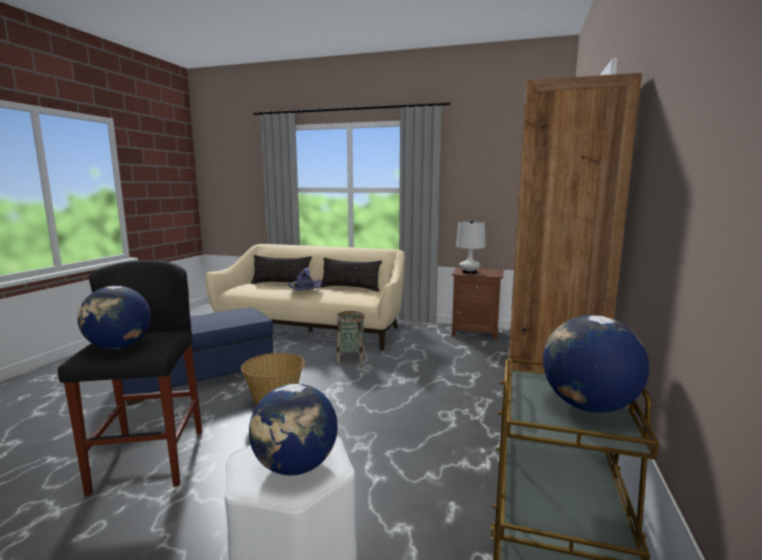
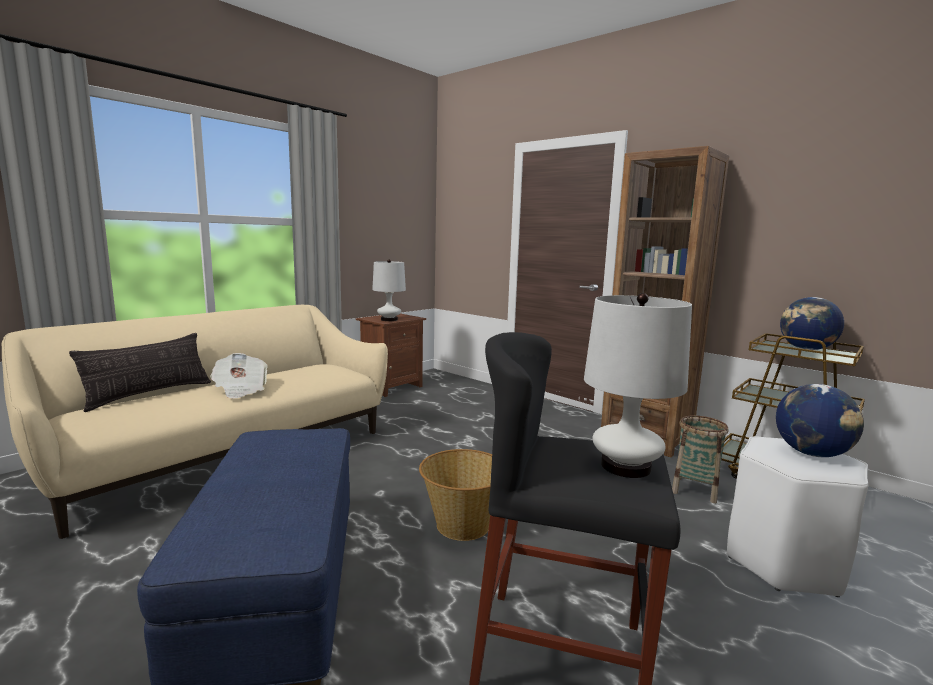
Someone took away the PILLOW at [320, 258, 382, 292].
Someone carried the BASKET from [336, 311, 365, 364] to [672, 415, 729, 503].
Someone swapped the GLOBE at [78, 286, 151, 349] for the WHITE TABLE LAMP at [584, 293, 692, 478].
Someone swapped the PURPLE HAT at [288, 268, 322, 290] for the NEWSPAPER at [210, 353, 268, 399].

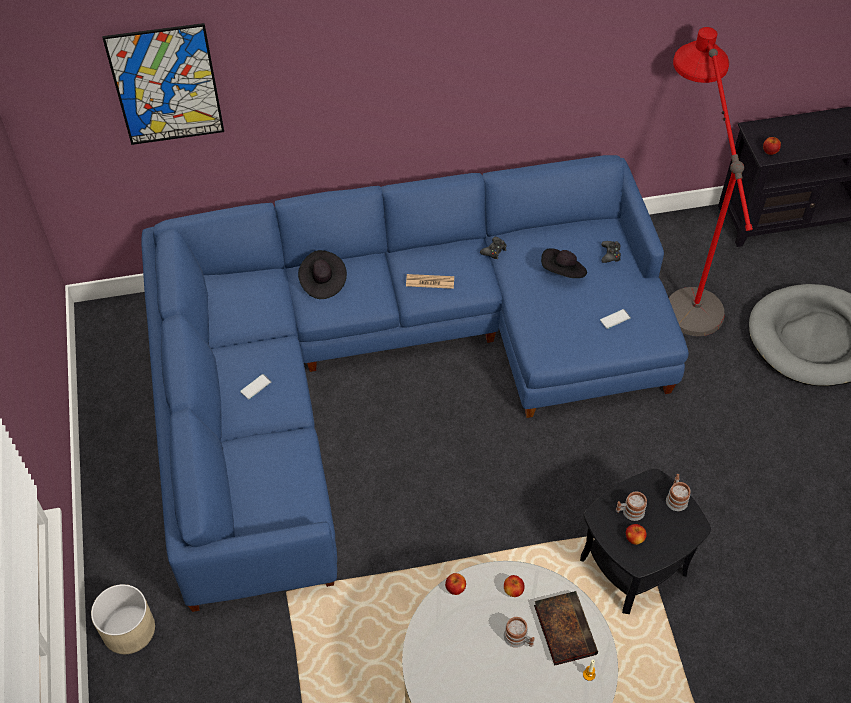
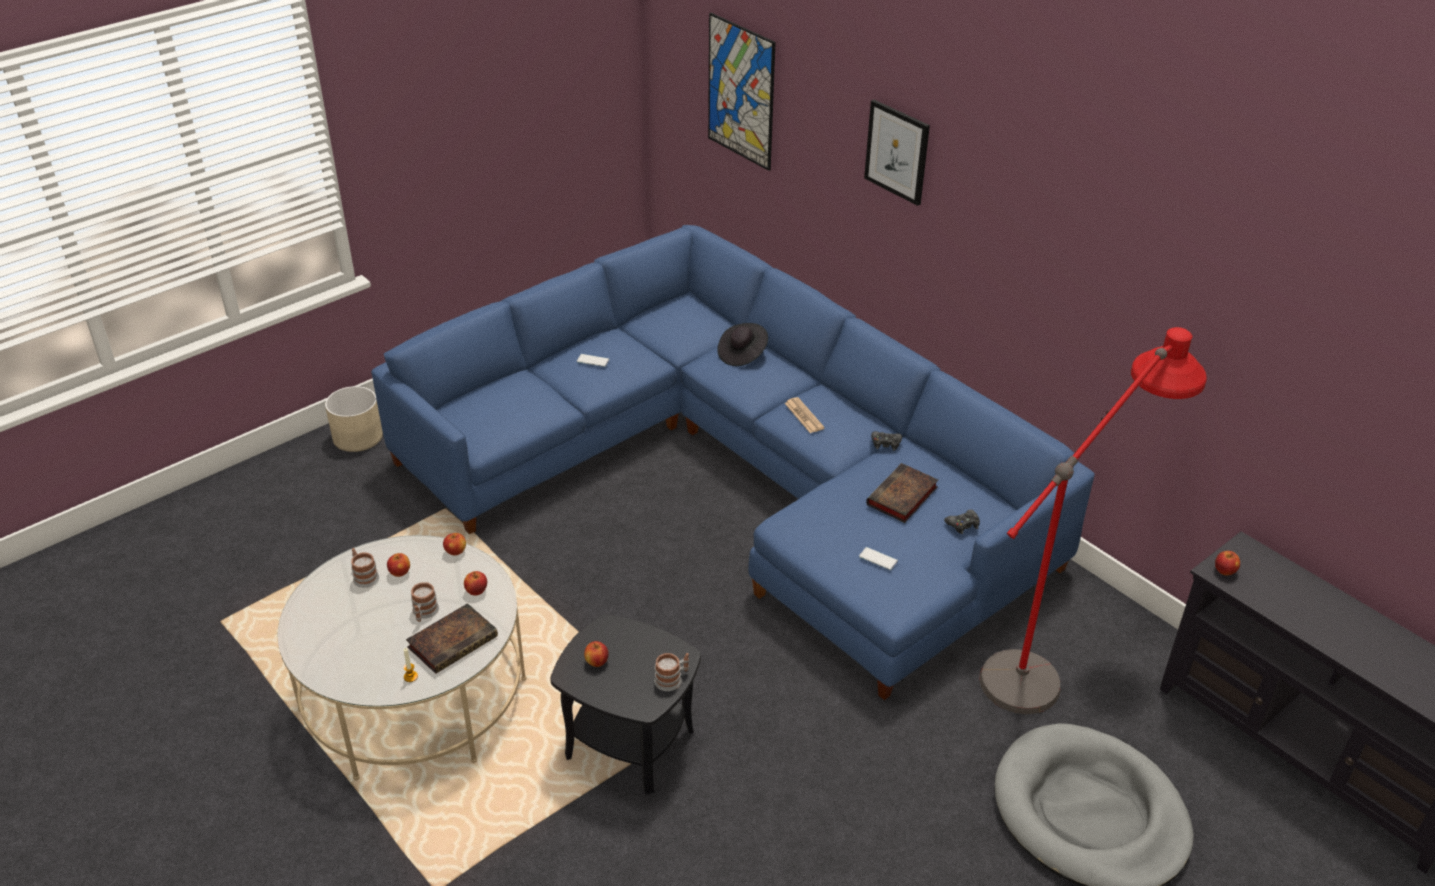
Someone put down the APPLE at [387, 553, 410, 577].
Someone put up the PICTURE at [864, 100, 930, 206].
Someone carried the MUG from [616, 492, 647, 521] to [351, 548, 379, 588].
Someone swapped the BLACK HAT at [541, 248, 587, 278] for the BOOK at [866, 463, 938, 523].

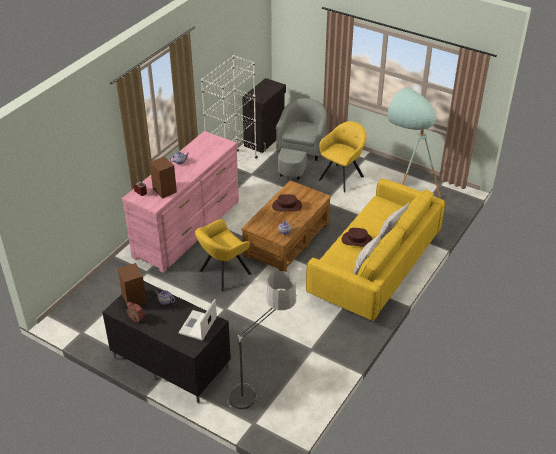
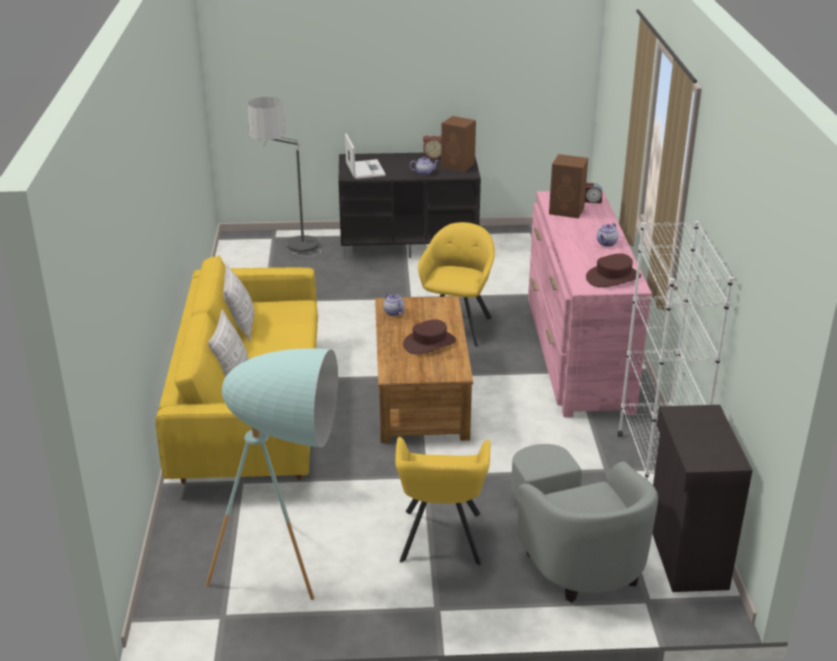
Someone carried the BROWN HAT from [342, 228, 373, 247] to [586, 253, 641, 287].

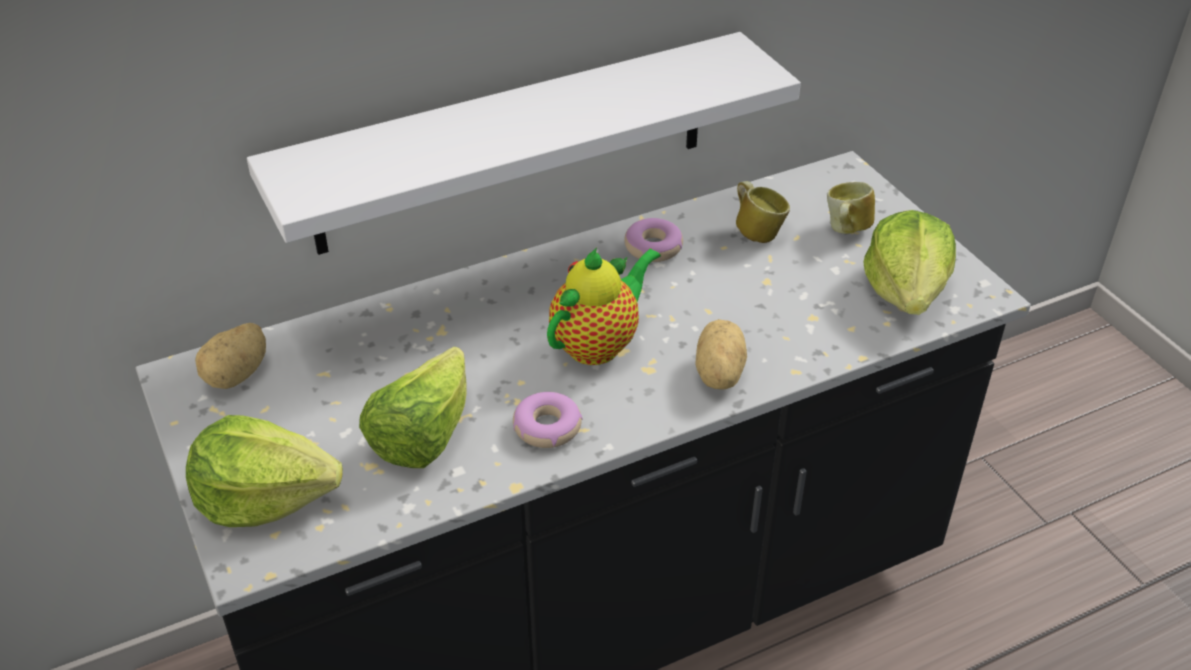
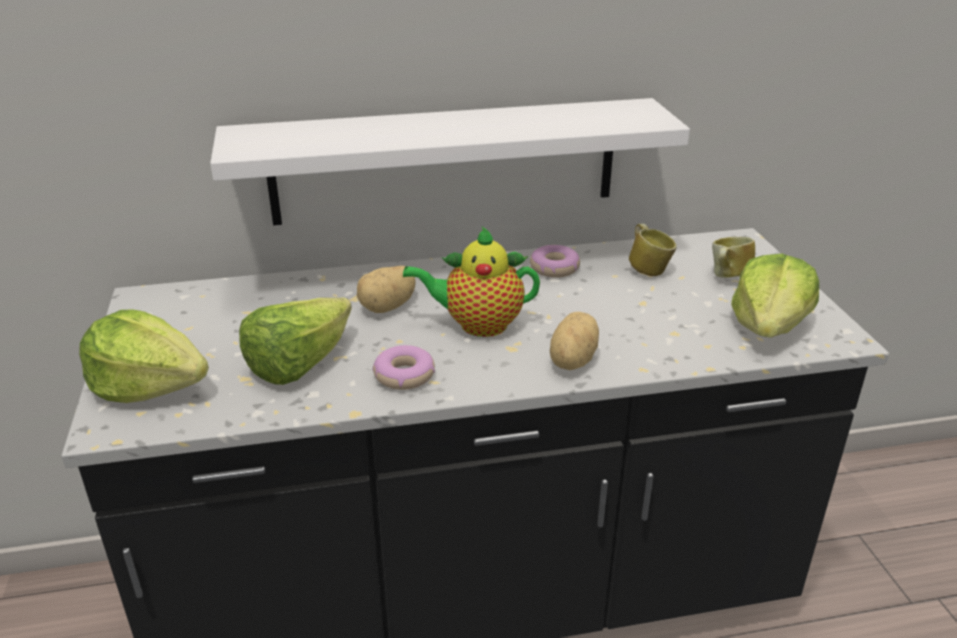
Someone carried the POTATO from [195, 323, 266, 389] to [357, 266, 416, 313].
Someone rotated the TEAPOT at [547, 248, 661, 365] by 150 degrees counterclockwise.

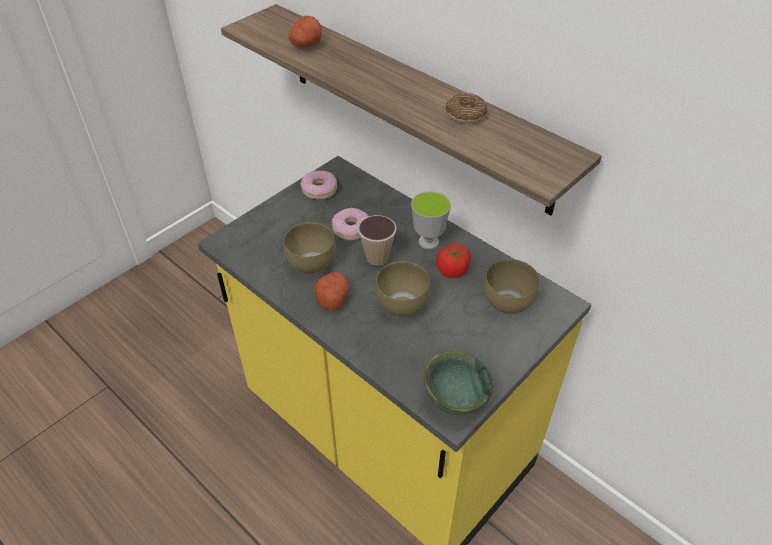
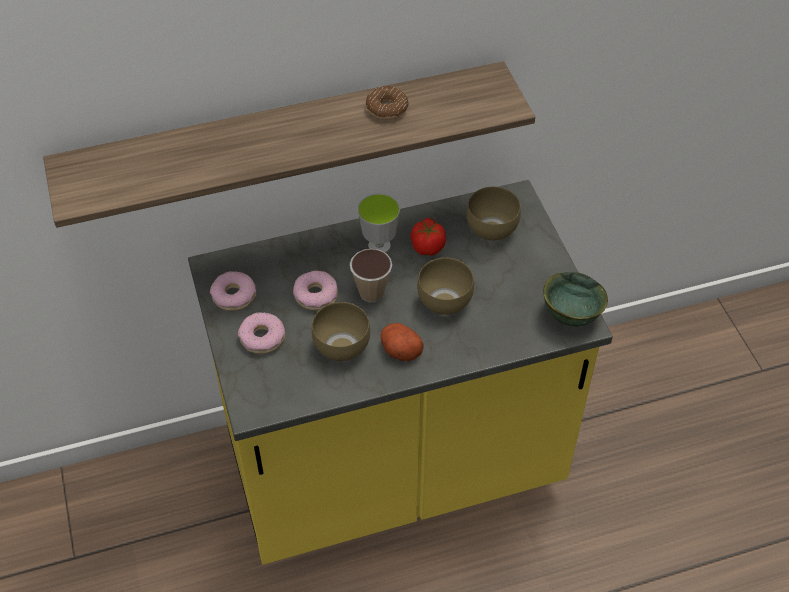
Someone took away the POTATO at [288, 16, 322, 48].
Someone put down the DONUT at [238, 312, 285, 354].

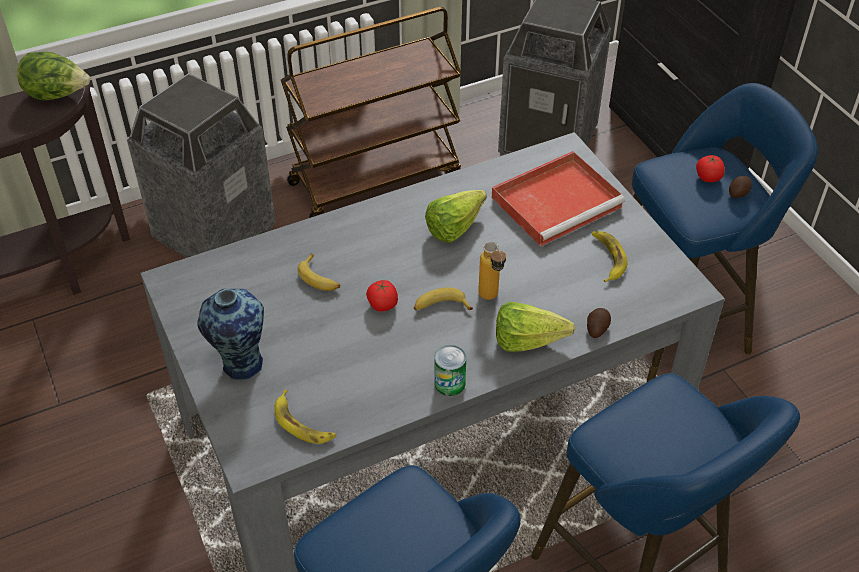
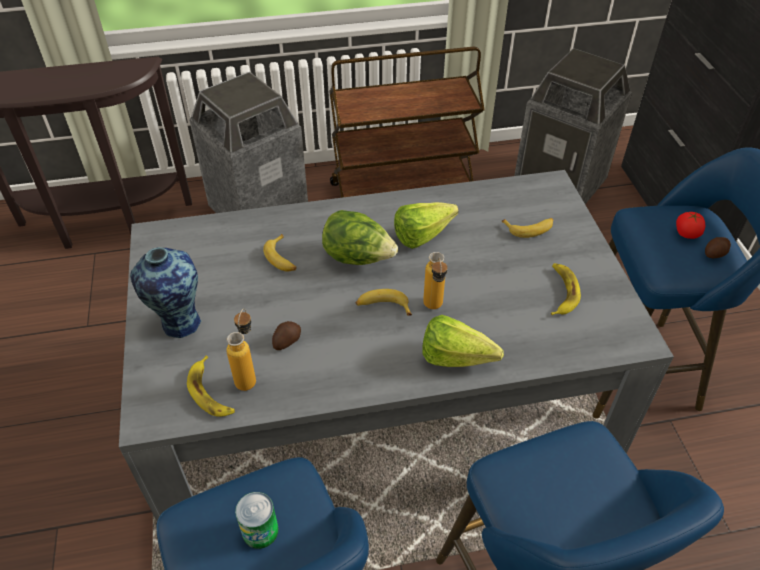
Someone took away the TOMATO at [366, 280, 398, 311].
Someone put down the BOTTLE at [227, 308, 256, 391].
Someone carried the LETTUCE from [17, 52, 90, 100] to [322, 210, 398, 265].
Someone carried the CAN from [434, 345, 466, 396] to [235, 492, 279, 549].
Someone carried the POTATO from [587, 308, 611, 338] to [272, 321, 301, 350].
Someone swapped the RED TRAY at [492, 151, 625, 246] for the BANANA at [501, 218, 553, 238].

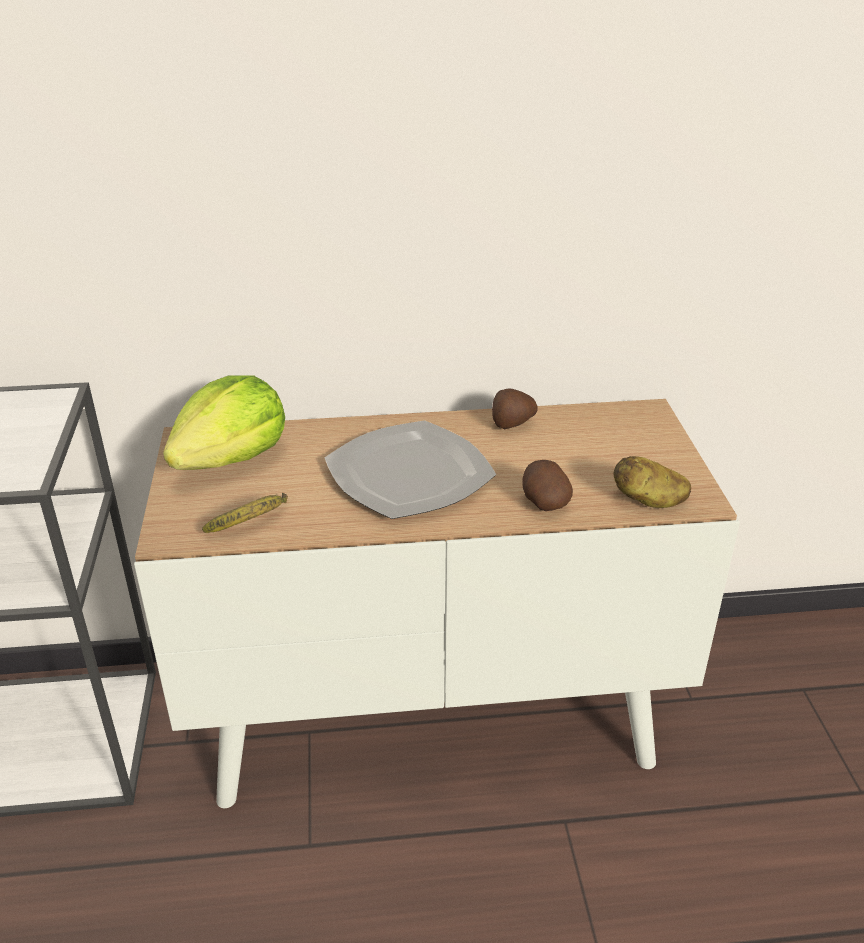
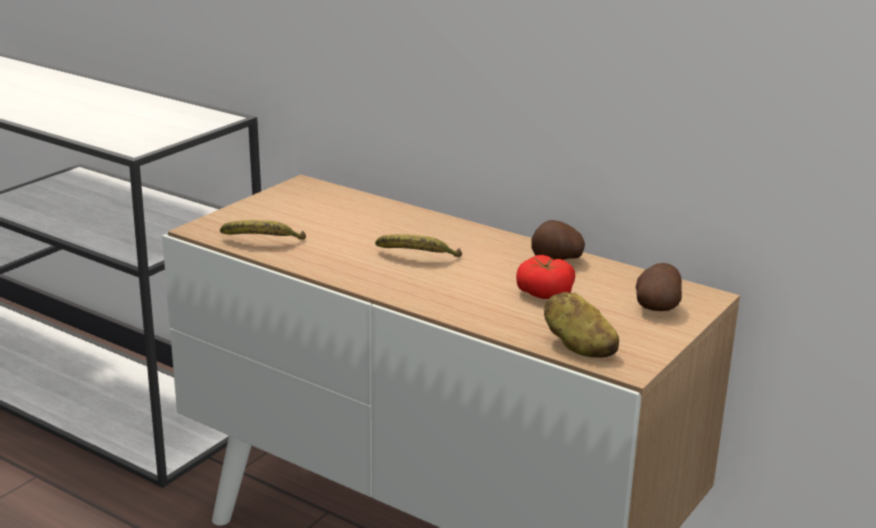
Someone took away the LETTUCE at [163, 376, 285, 470].
Someone put down the TOMATO at [516, 255, 575, 299].
Someone carried the POTATO from [522, 460, 573, 511] to [636, 263, 682, 311].
Someone swapped the PLATE at [325, 420, 496, 519] for the BANANA at [375, 234, 462, 257].

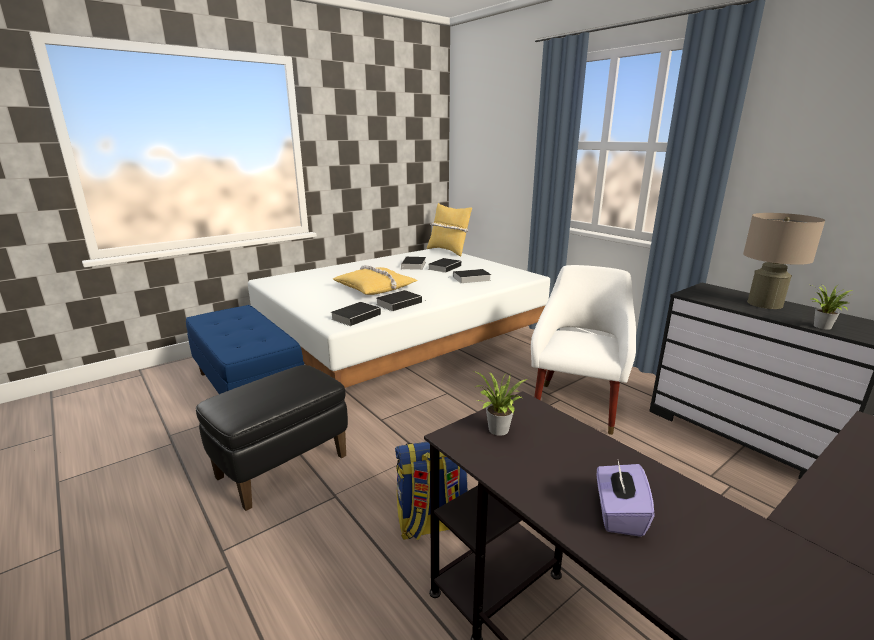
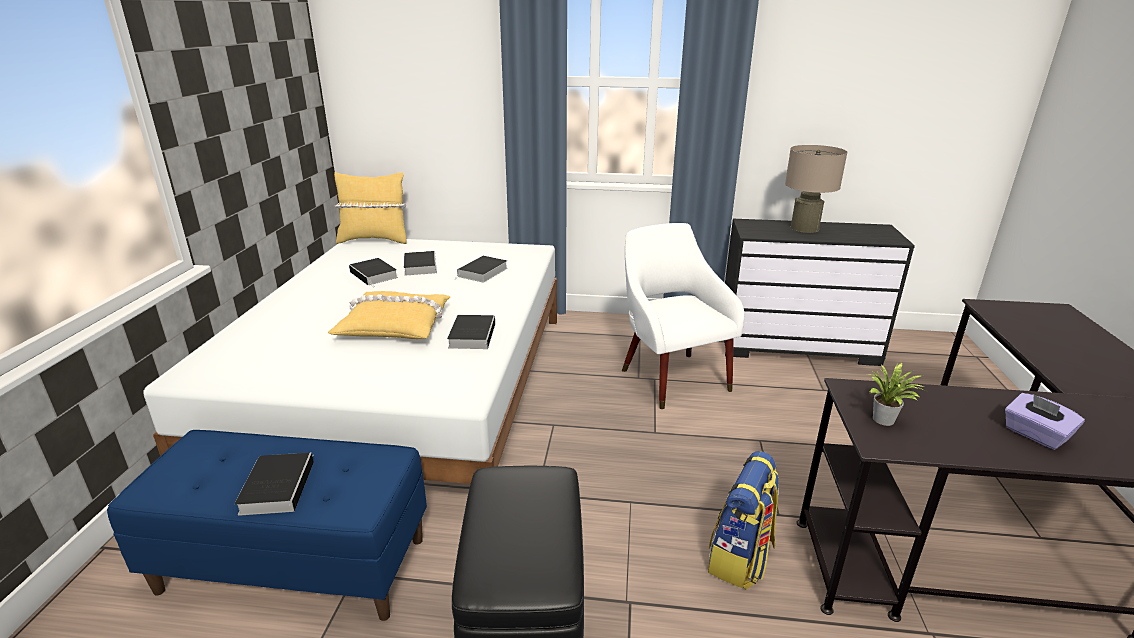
Someone took away the POTTED PLANT at [811, 285, 853, 330].
Someone carried the BOOK from [331, 302, 381, 326] to [235, 453, 314, 516].

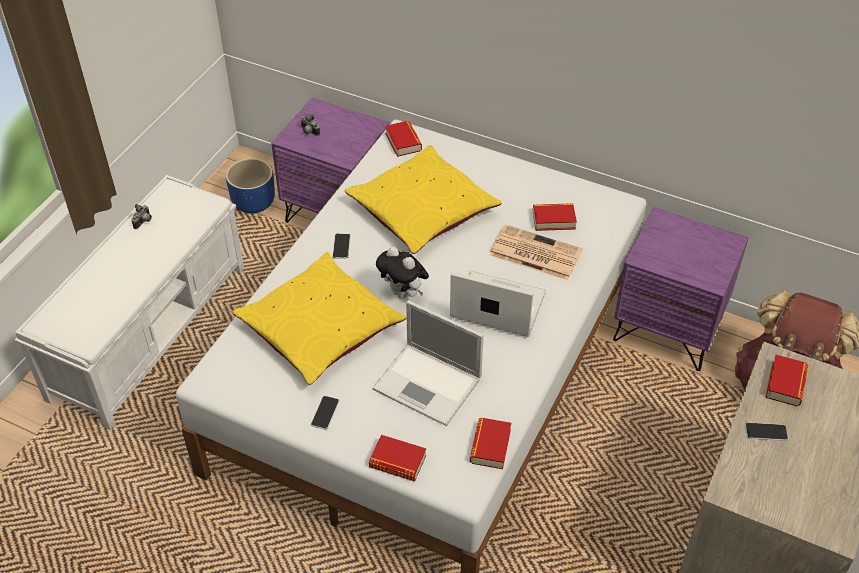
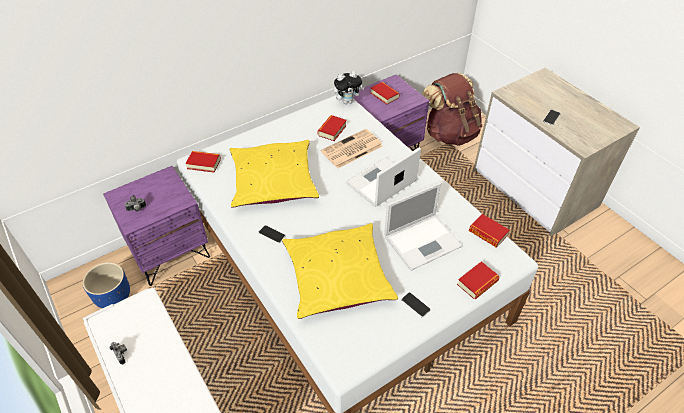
Someone carried the PLUSH TOY from [376, 246, 429, 299] to [333, 71, 365, 104].
Someone carried the BOOK from [765, 355, 808, 406] to [371, 82, 400, 105].

